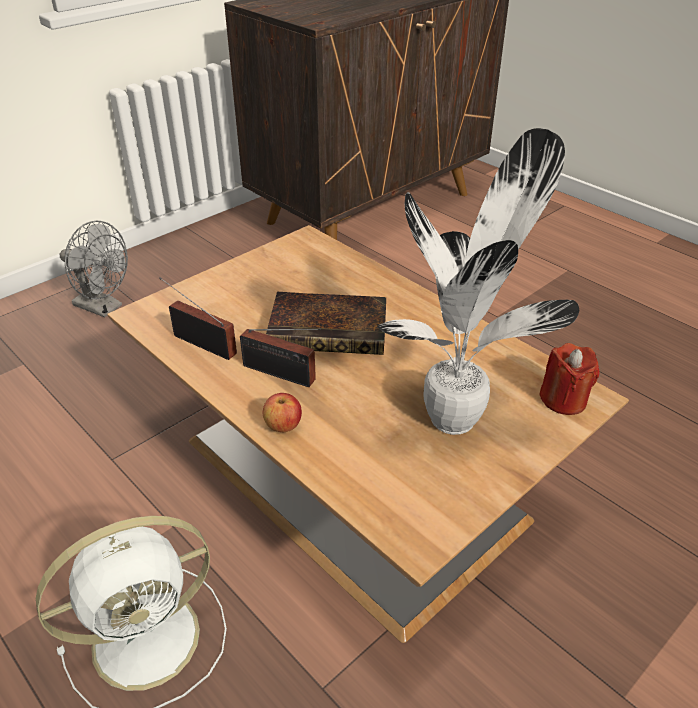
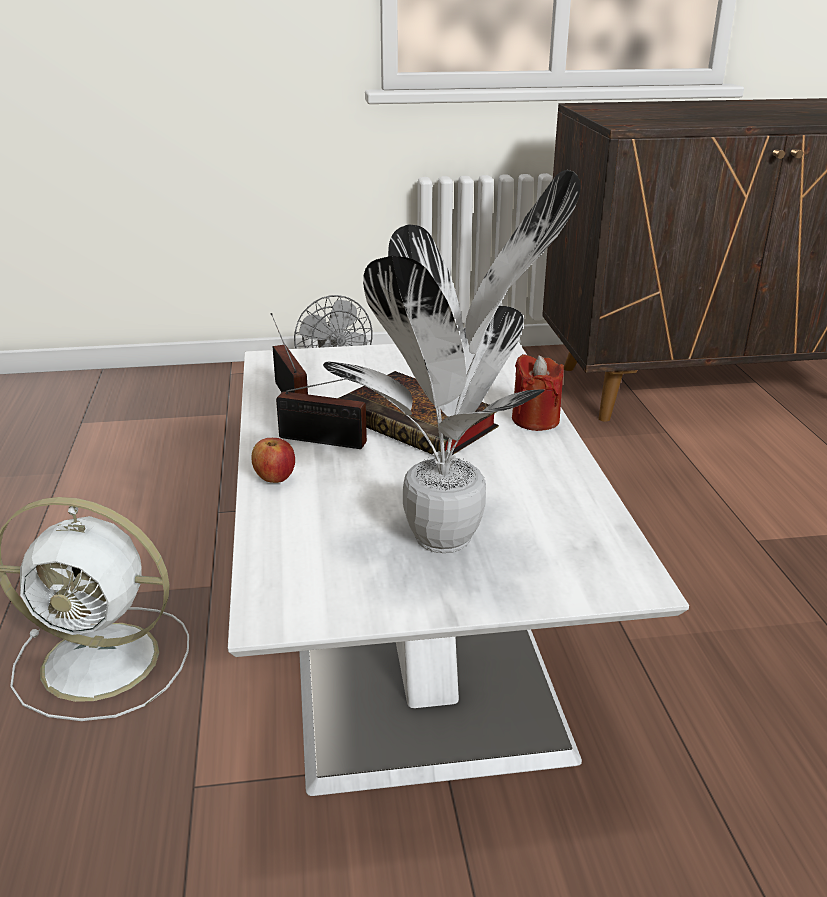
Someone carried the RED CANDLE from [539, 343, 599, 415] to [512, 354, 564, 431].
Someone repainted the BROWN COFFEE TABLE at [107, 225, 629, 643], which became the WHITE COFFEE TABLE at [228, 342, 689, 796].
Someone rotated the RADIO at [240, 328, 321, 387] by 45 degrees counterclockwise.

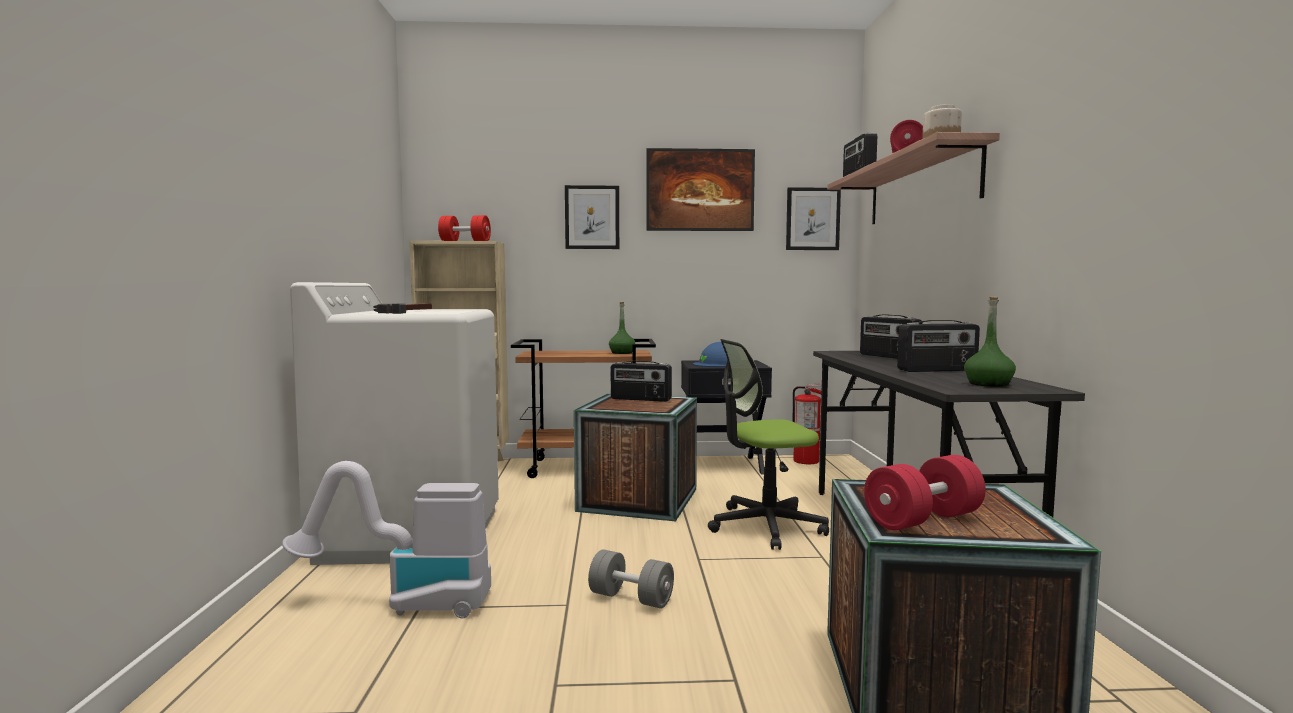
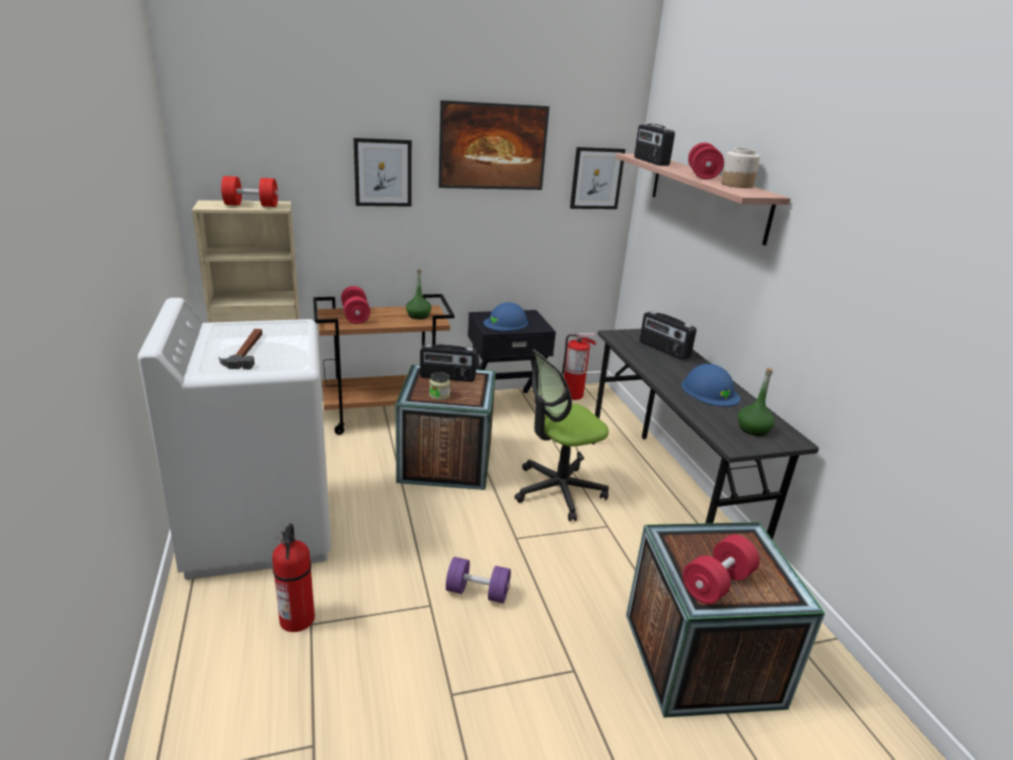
Someone put down the RED DUMBBELL at [341, 286, 370, 324].
Someone put down the JAR at [429, 372, 451, 400].
Someone swapped the VACUUM CLEANER at [282, 461, 491, 618] for the FIRE EXTINGUISHER at [272, 523, 315, 632].
Someone swapped the RADIO at [897, 320, 980, 372] for the BLUE HARD HAT at [681, 364, 740, 407].
Someone repainted the GREY DUMBBELL at [588, 549, 674, 609], which became the PURPLE DUMBBELL at [446, 557, 511, 603].

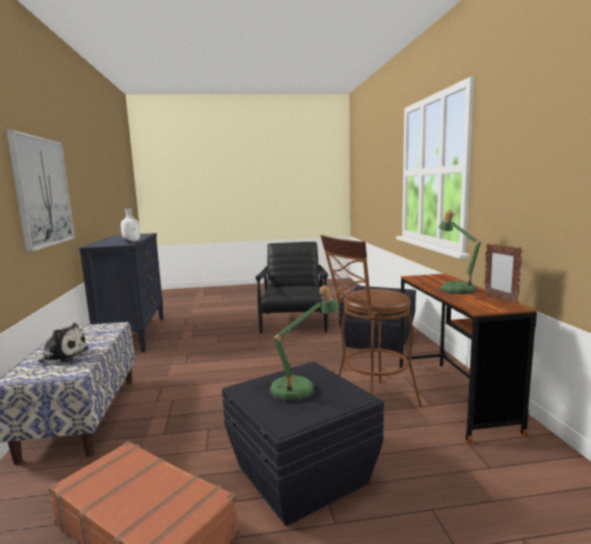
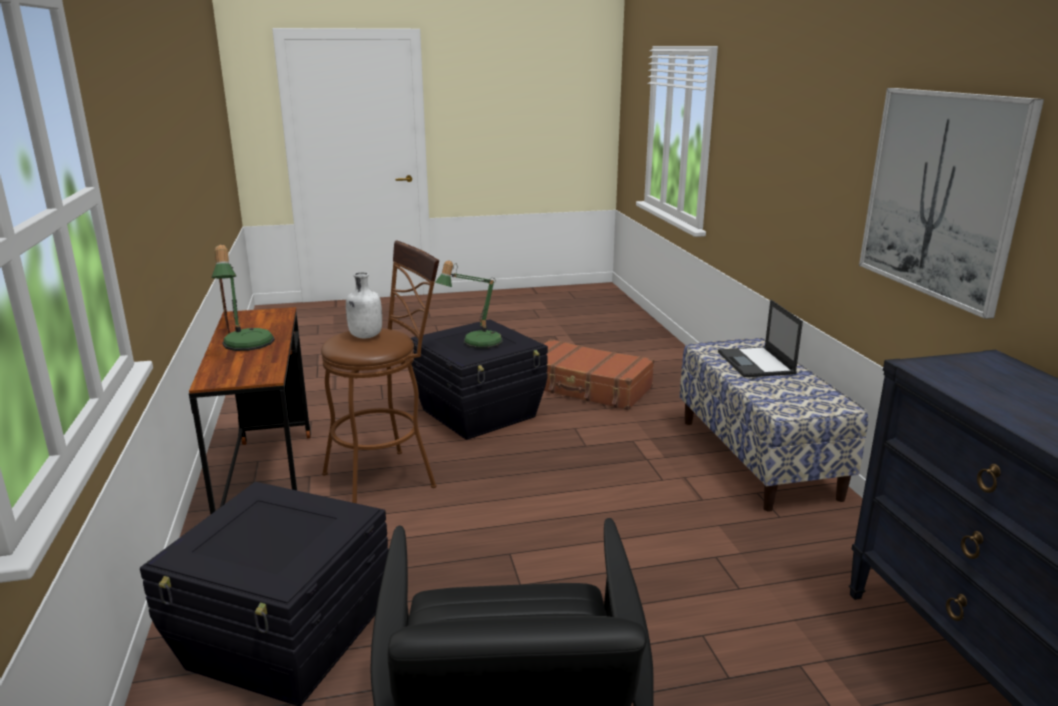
Someone carried the WHITE BOTTLE from [121, 209, 140, 242] to [346, 272, 382, 338].
Someone swapped the PLUSH TOY at [30, 323, 89, 364] for the LAPTOP at [718, 300, 803, 377].

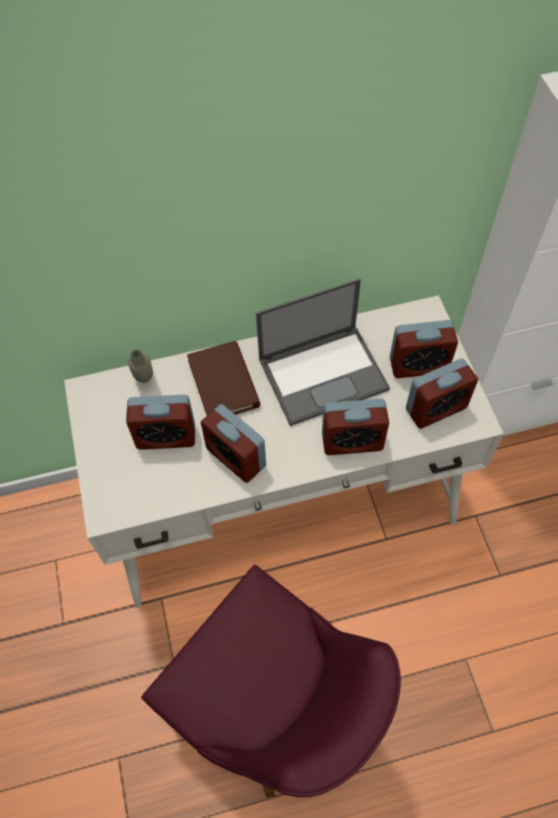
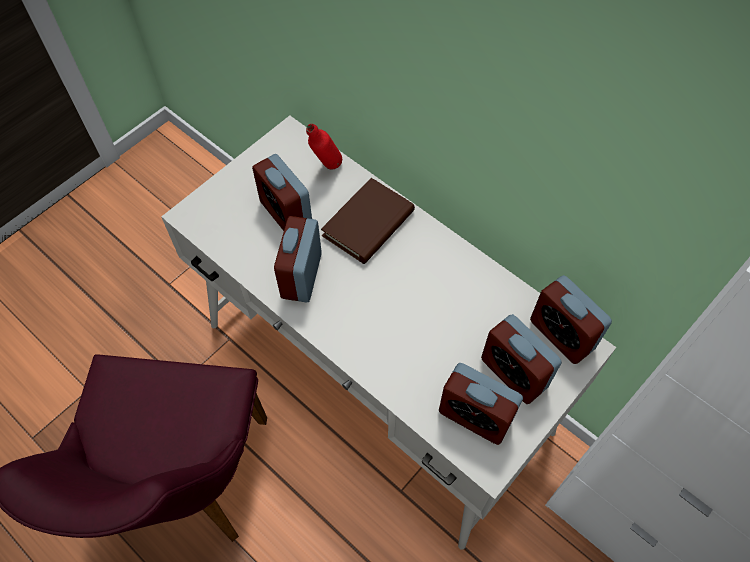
Someone took away the LAPTOP at [256, 278, 390, 426].
Someone carried the ALARM CLOCK from [322, 399, 389, 455] to [530, 275, 612, 364].
Someone repainted the GREY BOTTLE at [128, 349, 153, 383], which became the RED BOTTLE at [306, 124, 342, 170].

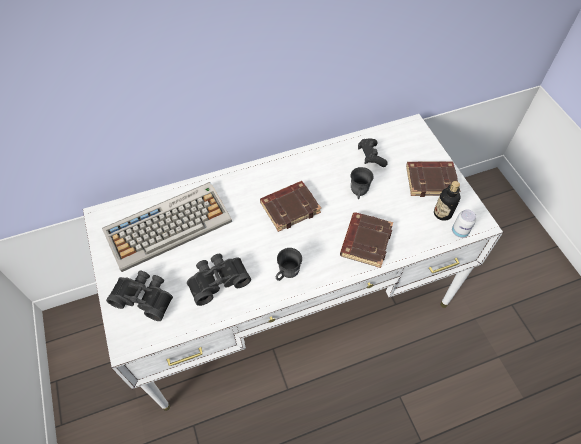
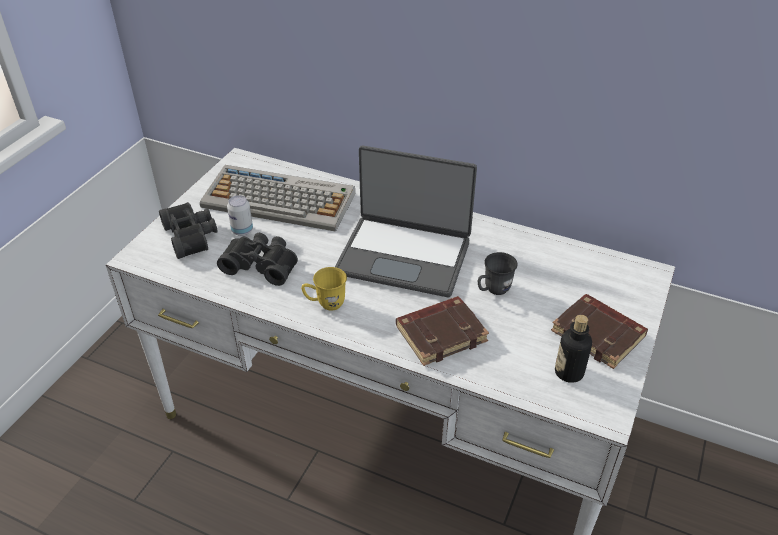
Someone took away the BLACK GAME CONTROLLER at [358, 138, 388, 167].
Someone carried the CAN from [452, 210, 476, 238] to [227, 195, 253, 236].
Someone swapped the BROWN BOOK at [260, 181, 321, 232] for the LAPTOP at [335, 145, 477, 297].
Someone repainted the GREY MUG at [276, 248, 302, 281], which became the YELLOW MUG at [301, 267, 347, 311].

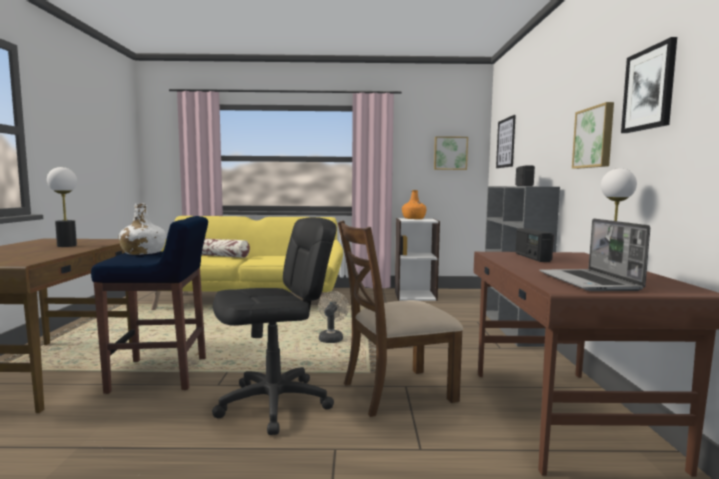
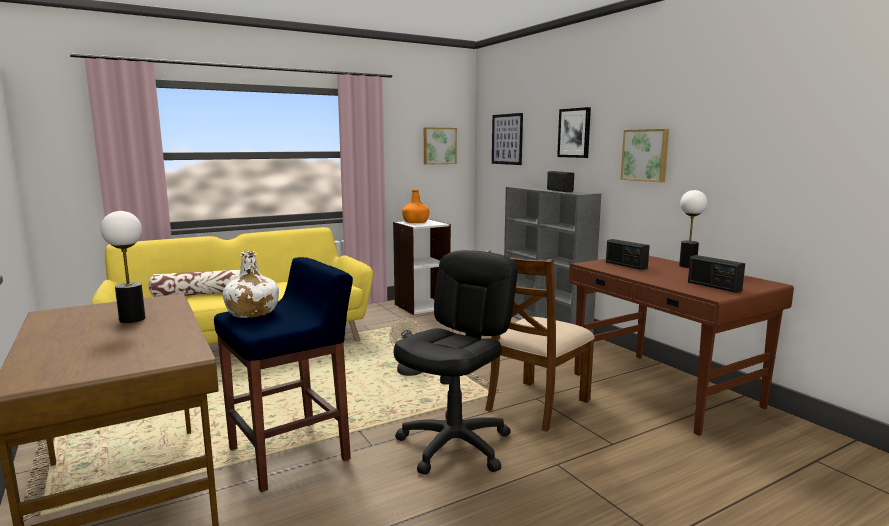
Someone carried the PICTURE from [621, 37, 677, 133] to [557, 107, 591, 158].
Someone swapped the LAPTOP at [539, 219, 650, 291] for the RADIO at [688, 255, 745, 293].

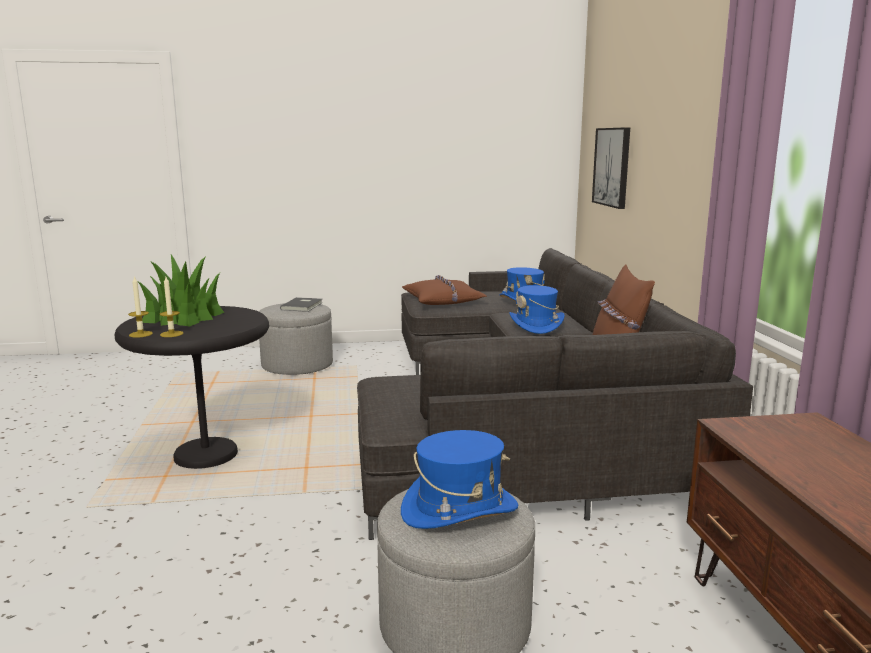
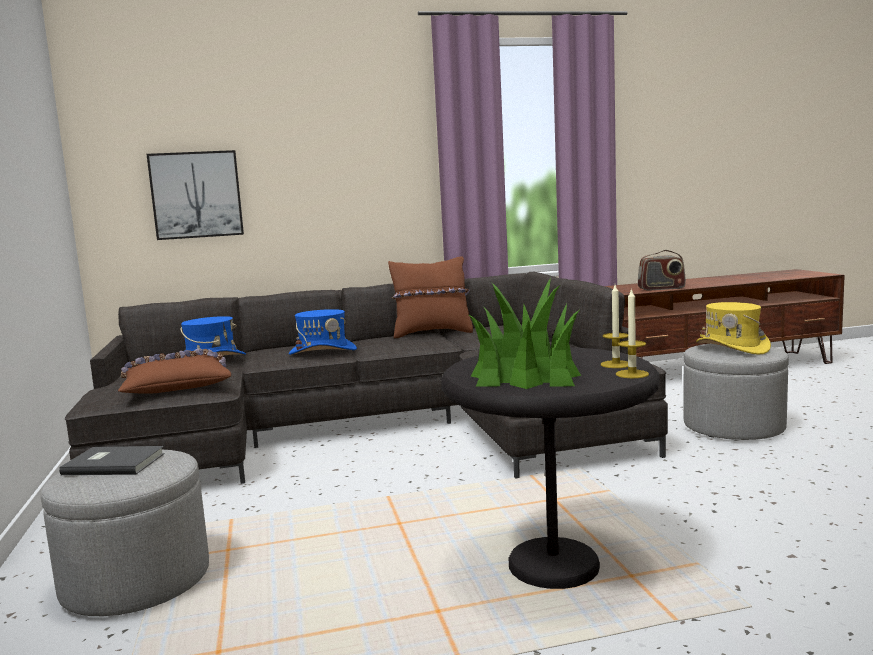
Someone put down the RADIO at [638, 250, 686, 290].
Someone repainted the BLUE HAT at [401, 430, 519, 529], which became the YELLOW HAT at [696, 302, 771, 355].

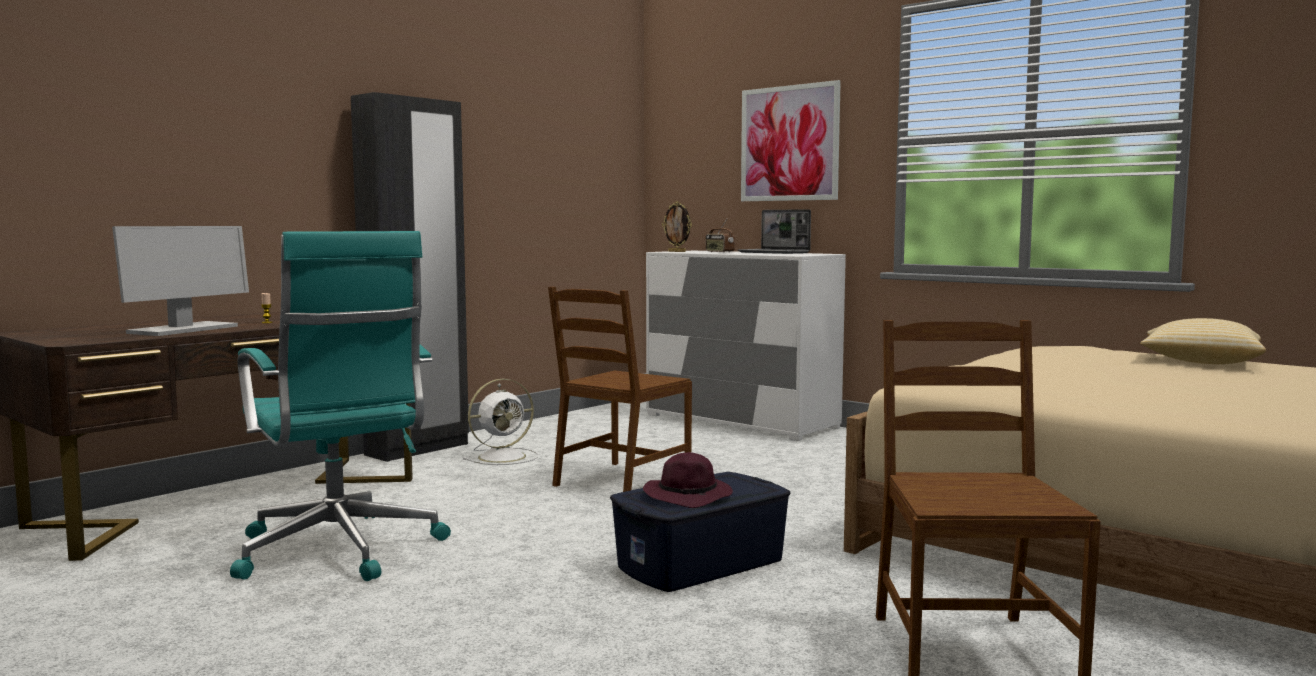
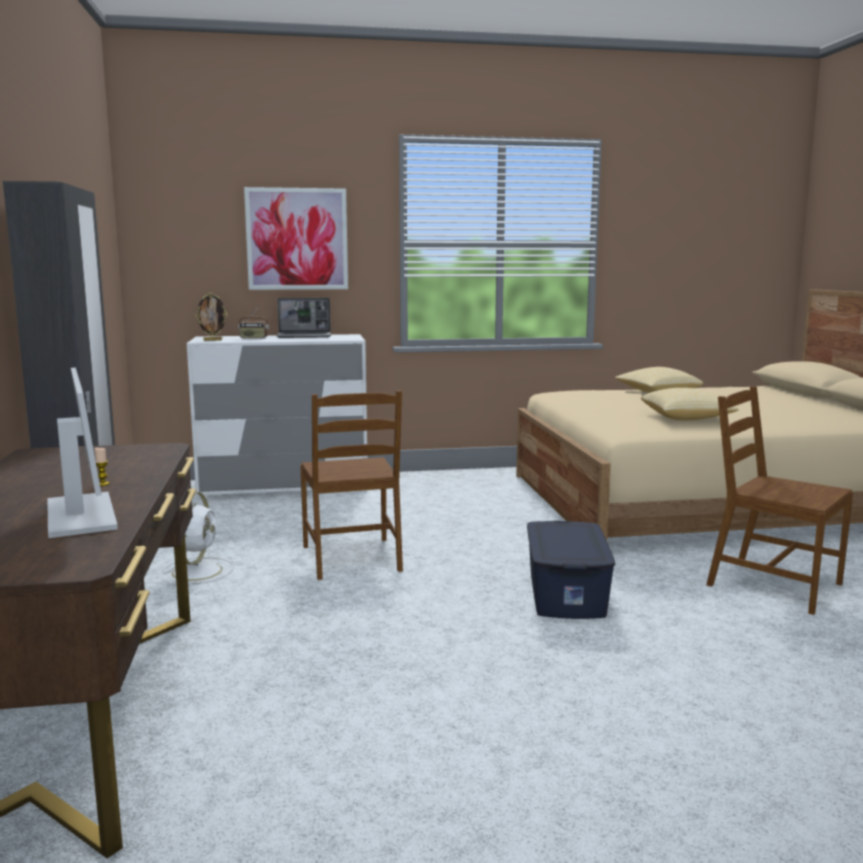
Someone took away the TURQUOISE OFFICE CHAIR at [230, 231, 451, 581].
Someone took away the PURPLE HAT at [643, 452, 733, 508].
Someone put down the PILLOW at [641, 388, 739, 420].

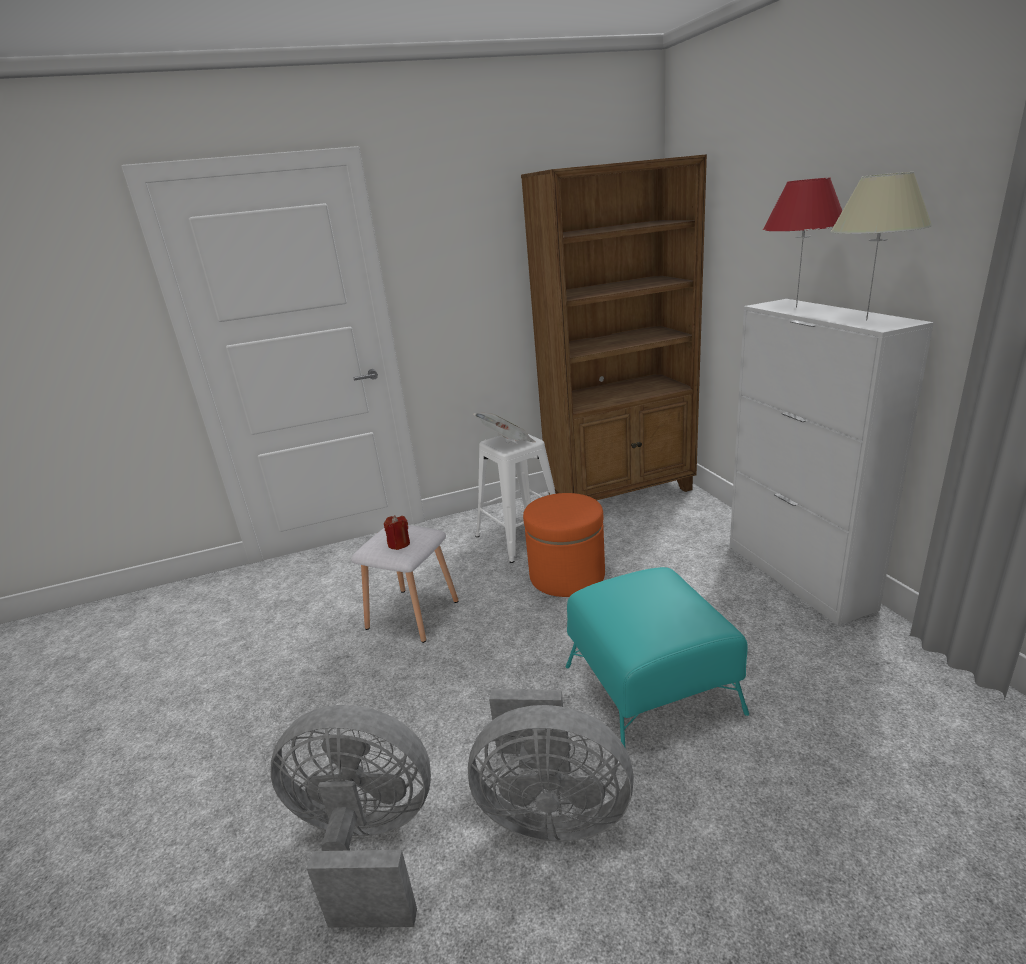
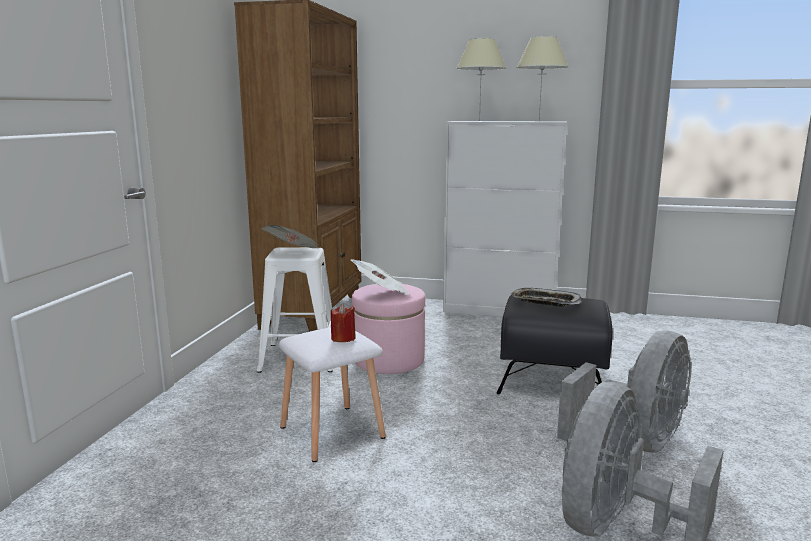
Someone put down the NEWSPAPER at [350, 259, 411, 295].
Someone put down the TRAY at [511, 288, 582, 307].
Someone repainted the ORANGE OTTOMAN at [523, 493, 605, 597], which became the PINK OTTOMAN at [352, 284, 425, 374].
Someone repainted the TURQUOISE OTTOMAN at [566, 567, 749, 749], which became the BLACK OTTOMAN at [496, 295, 613, 394].
Someone repainted the RED TABLE LAMP at [763, 178, 842, 308], which became the BEIGE TABLE LAMP at [456, 38, 506, 121].

